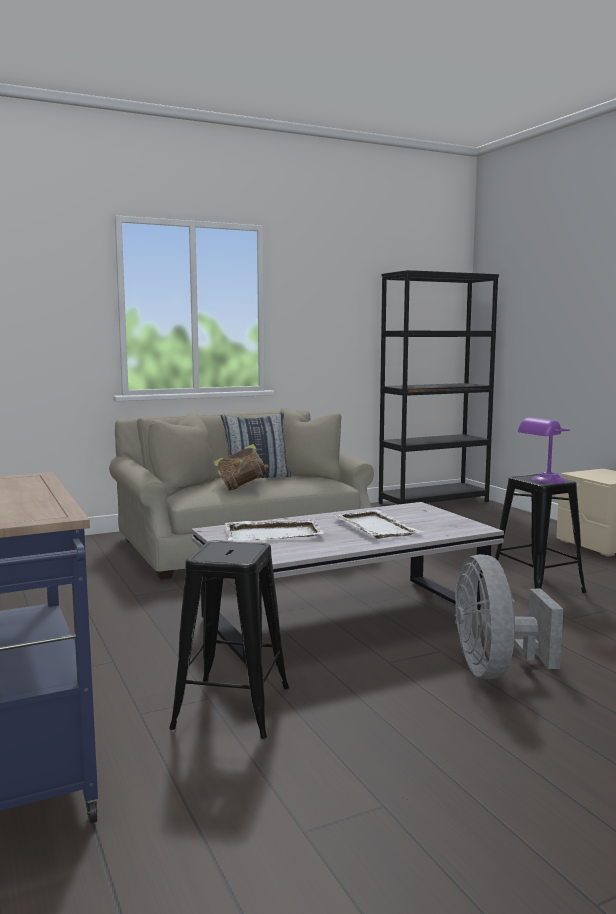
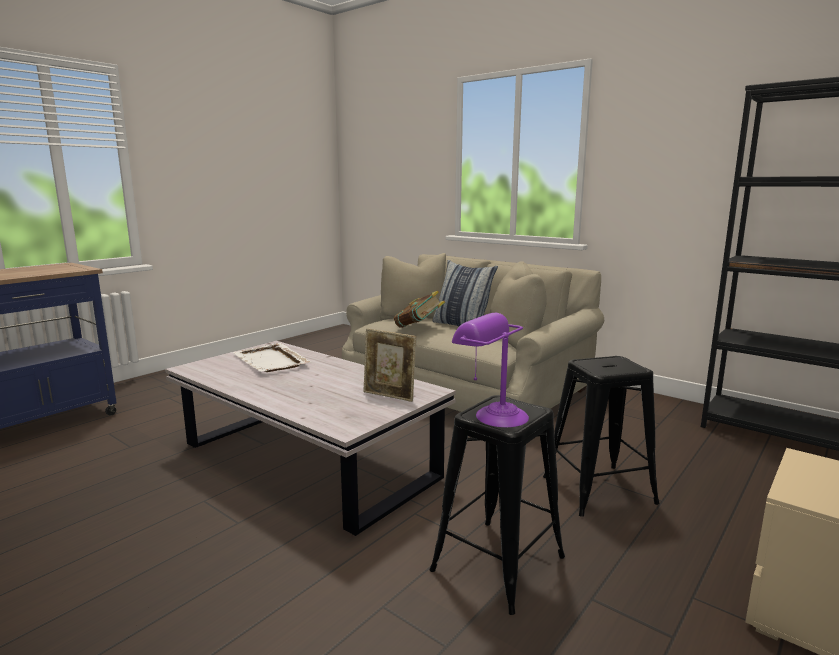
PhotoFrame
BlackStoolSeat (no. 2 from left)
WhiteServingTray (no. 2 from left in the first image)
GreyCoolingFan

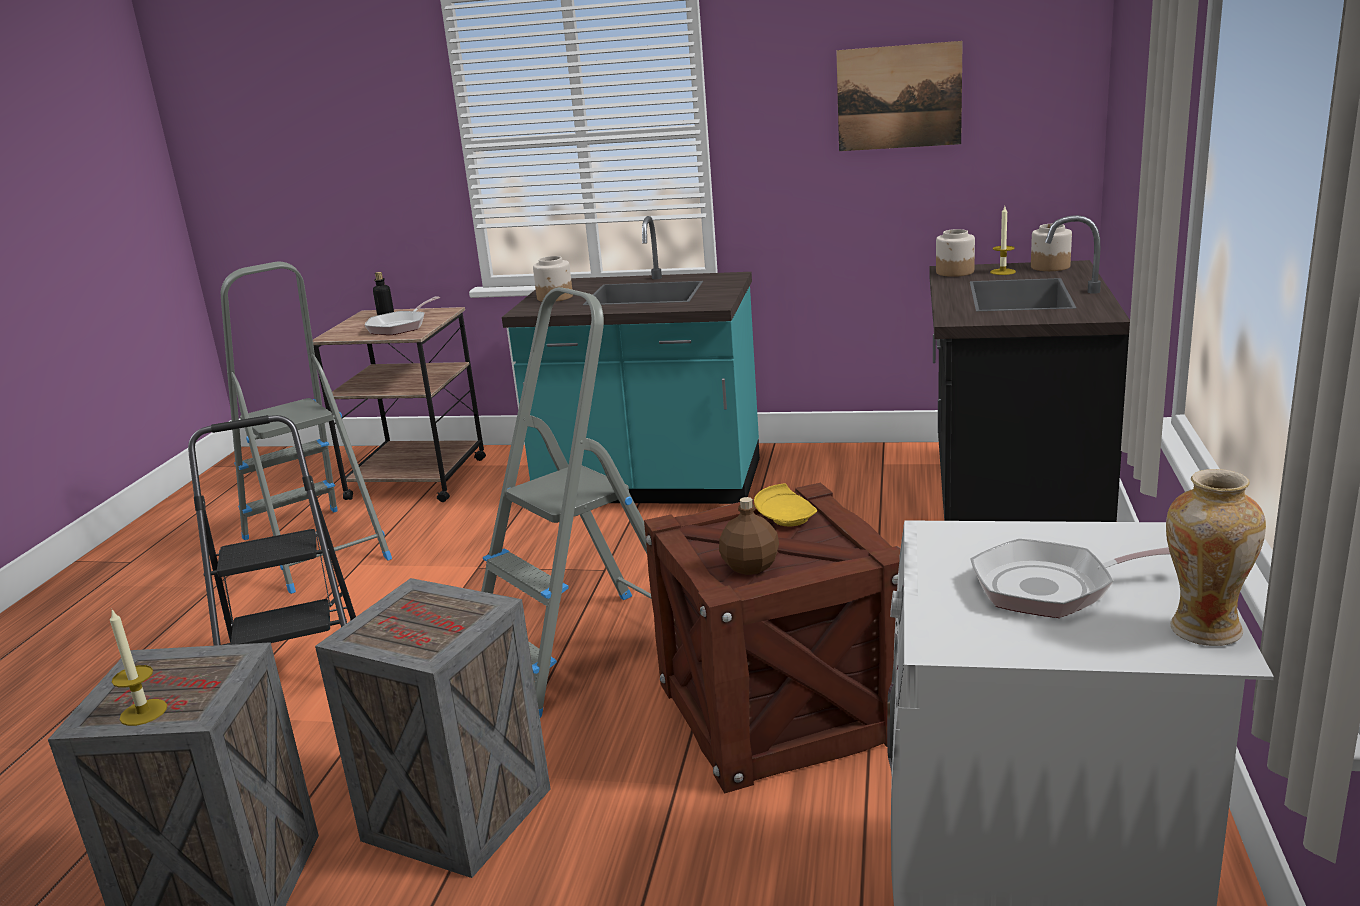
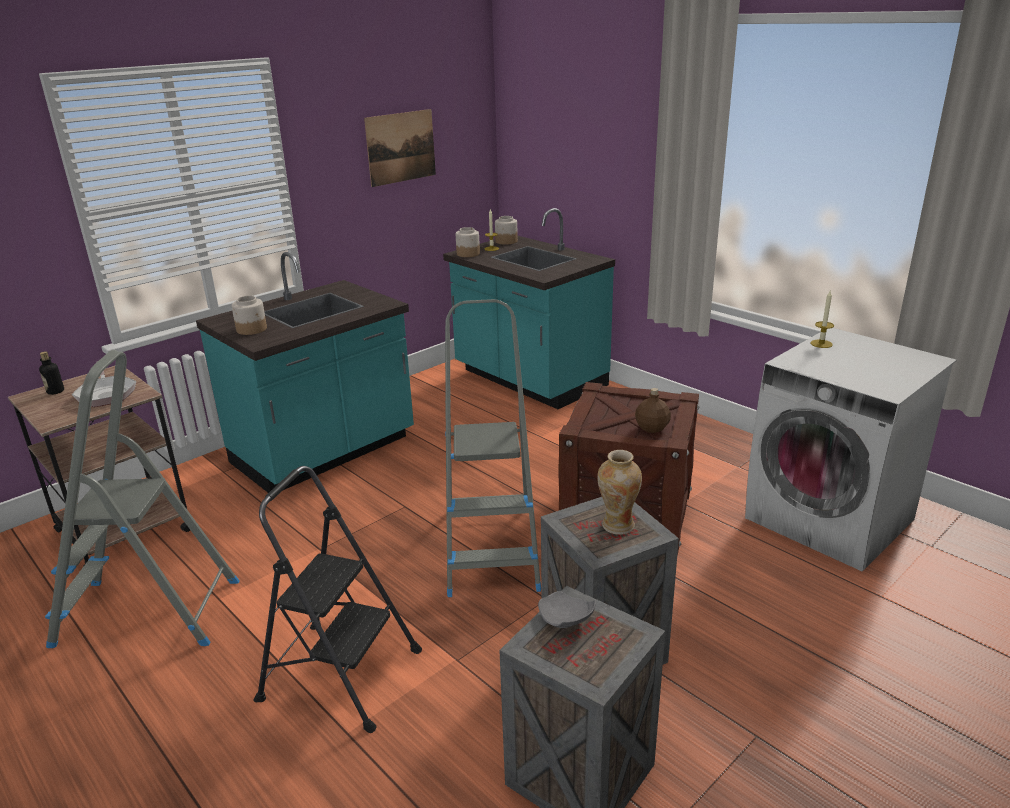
TurquoiseKitchenCounter (no. 2 from left)
GreyDinnerPlate
DecorativeVase
Candle (no. 2 from left)
YellowDinnerPlate
Pan (no. 2 from left in the first image)

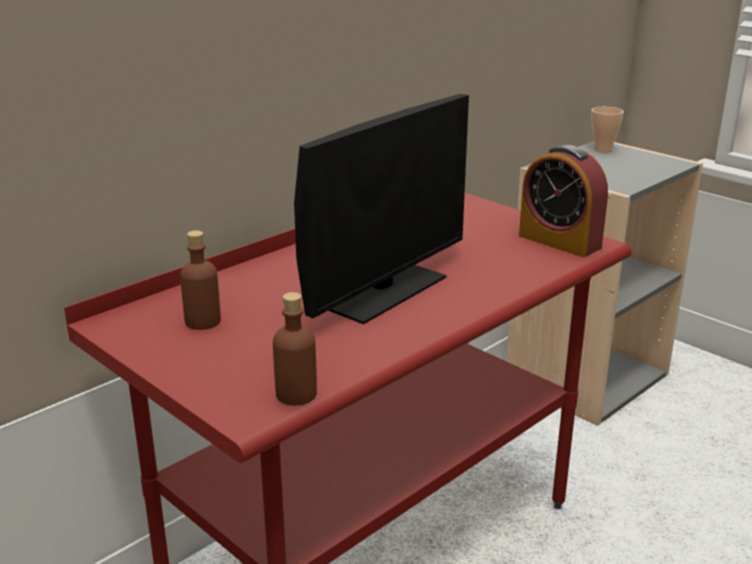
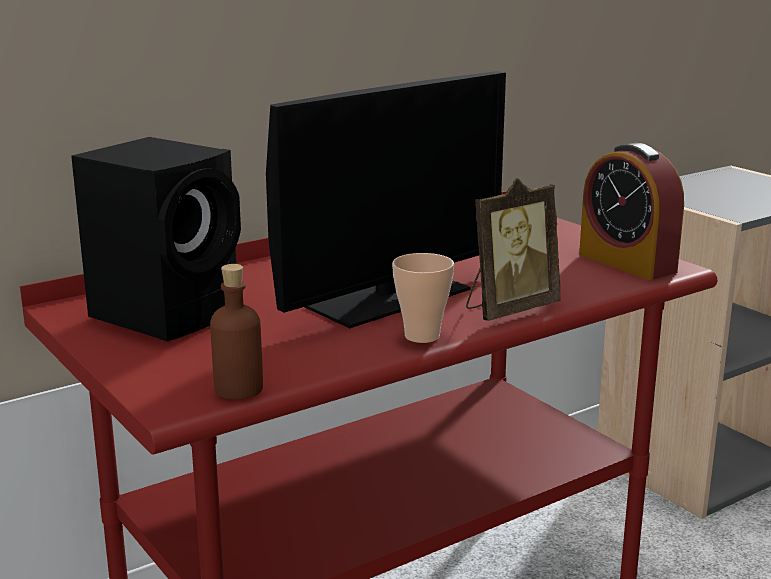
BlackLoudspeaker
SmallCup
PhotoFrame

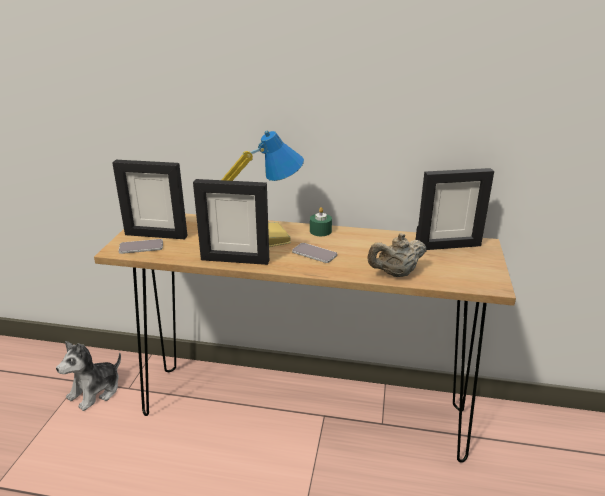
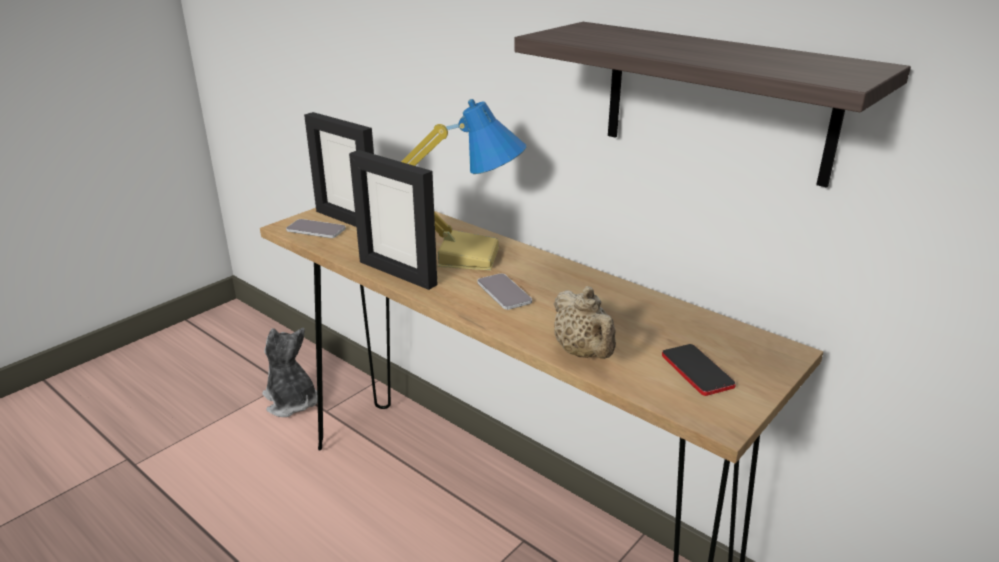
SoftToy
WallShelf
SandColouredTeaPot
Handset (no. 3 from left)
GreenishCandle
PhotoFrame (no. 3 from left in the first image)

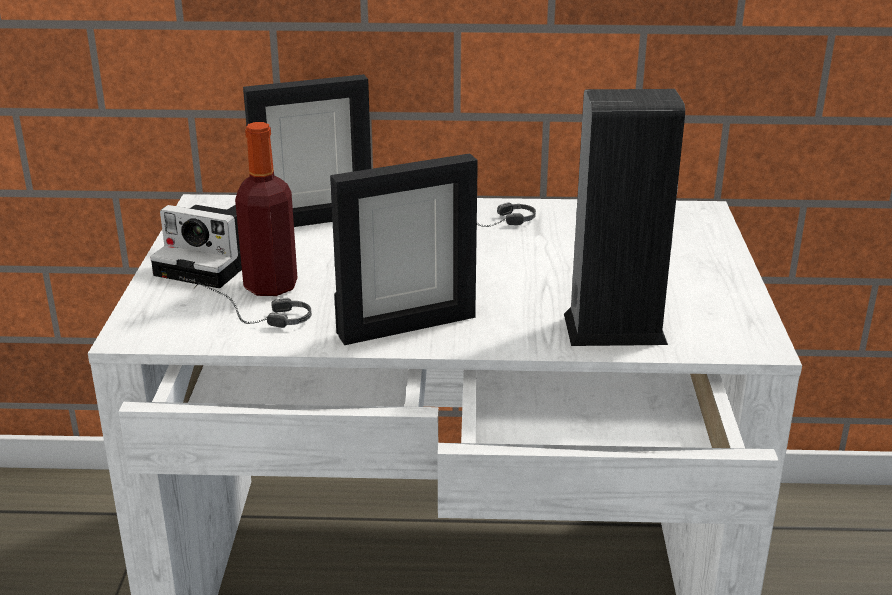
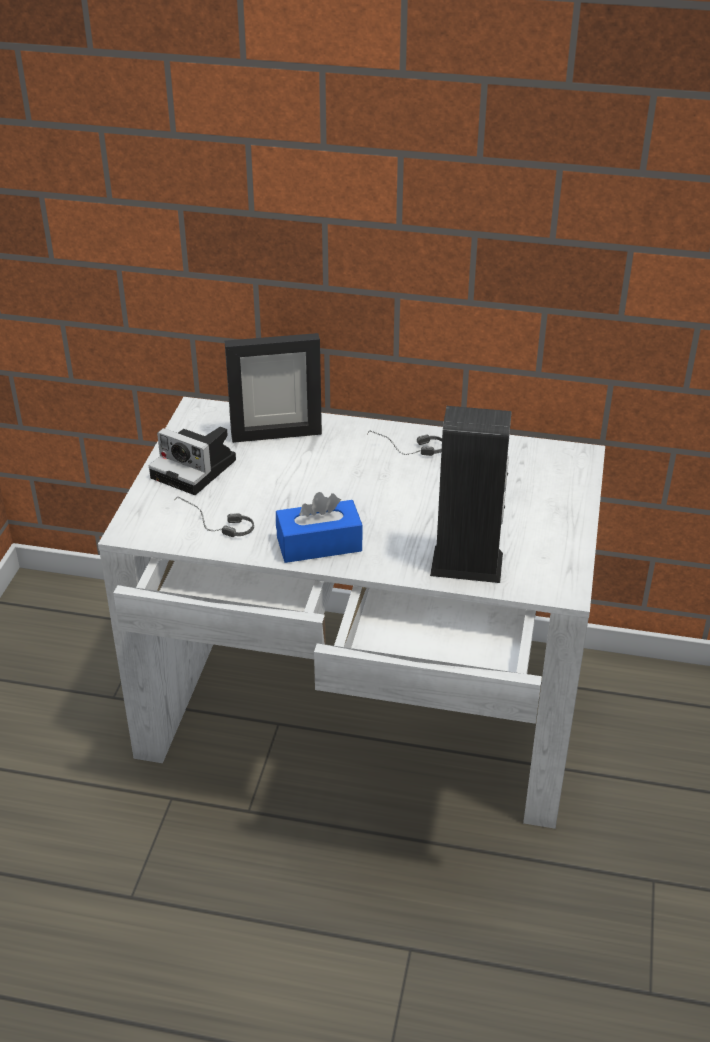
BluishTissueBox
DrinkBottle

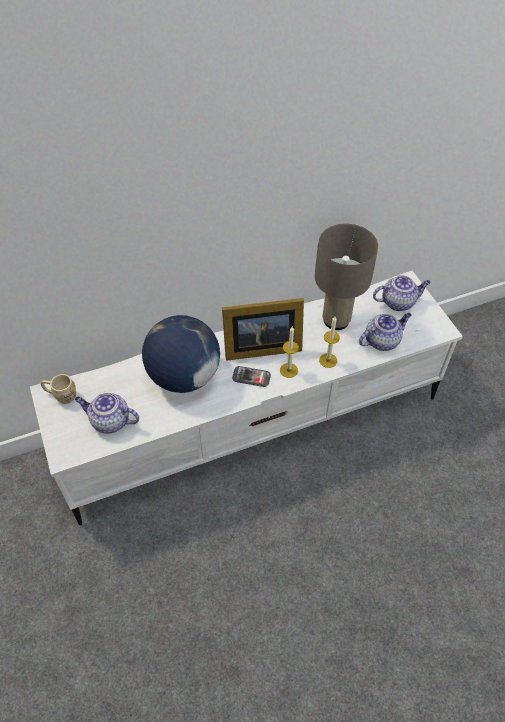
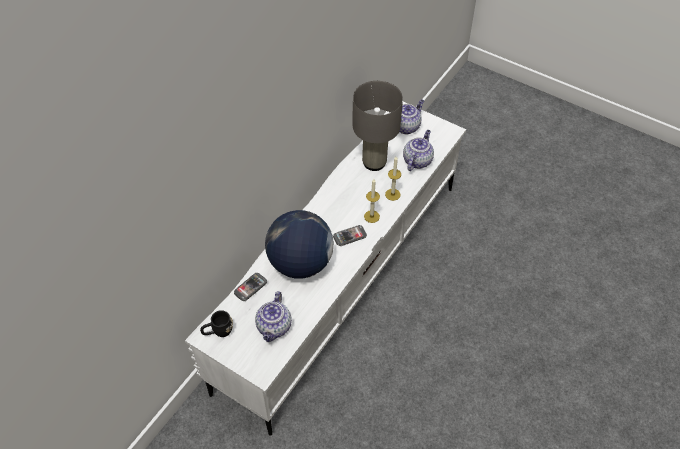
BlackMug
Handset (no. 1 from left)
TeaPot (no. 1 from left)
PhotoFrame

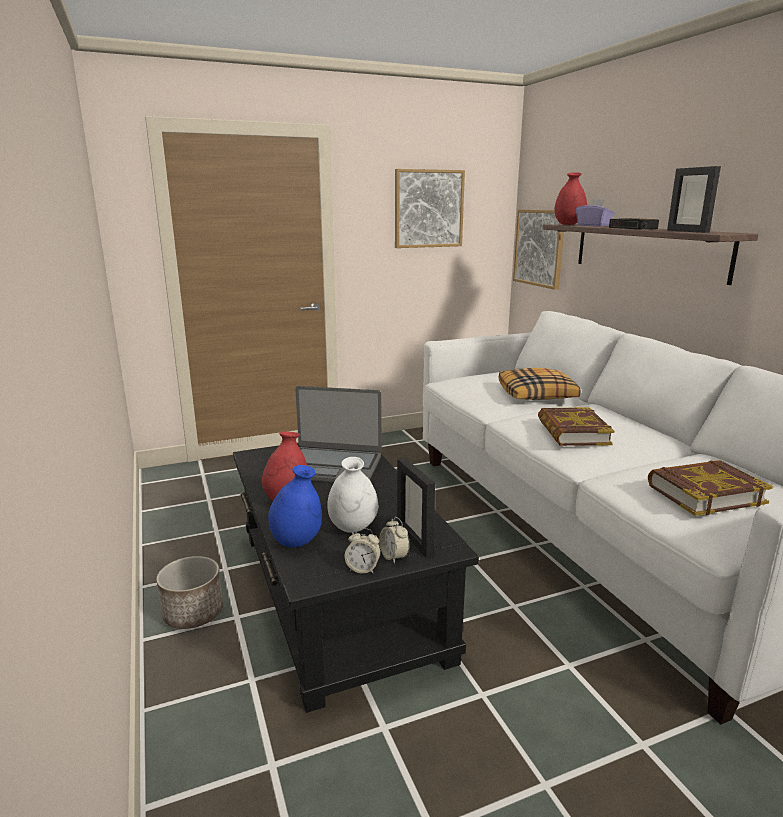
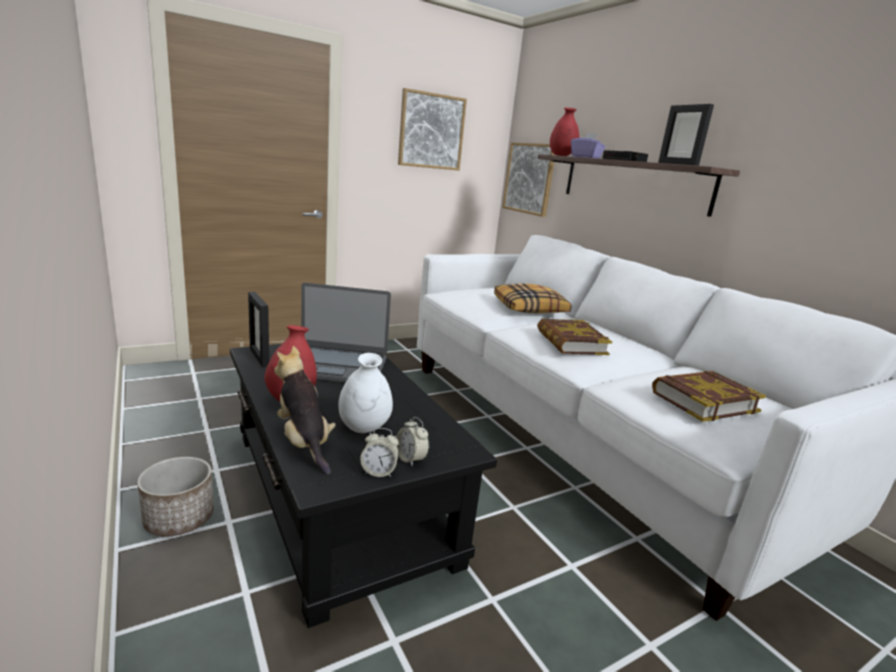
PhotoFrame (no. 1 from left)
SoftToy

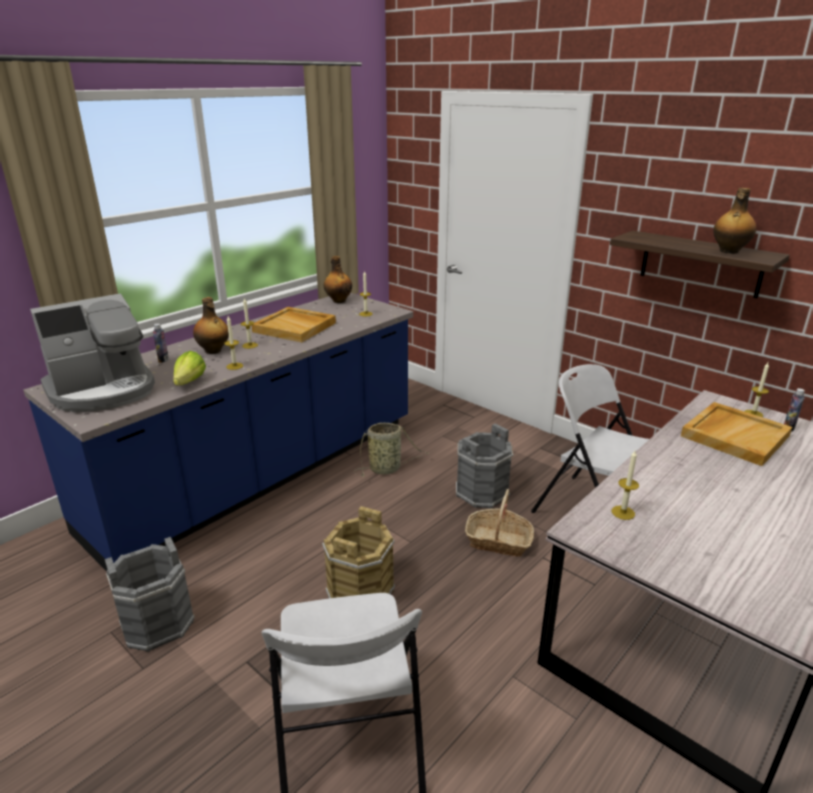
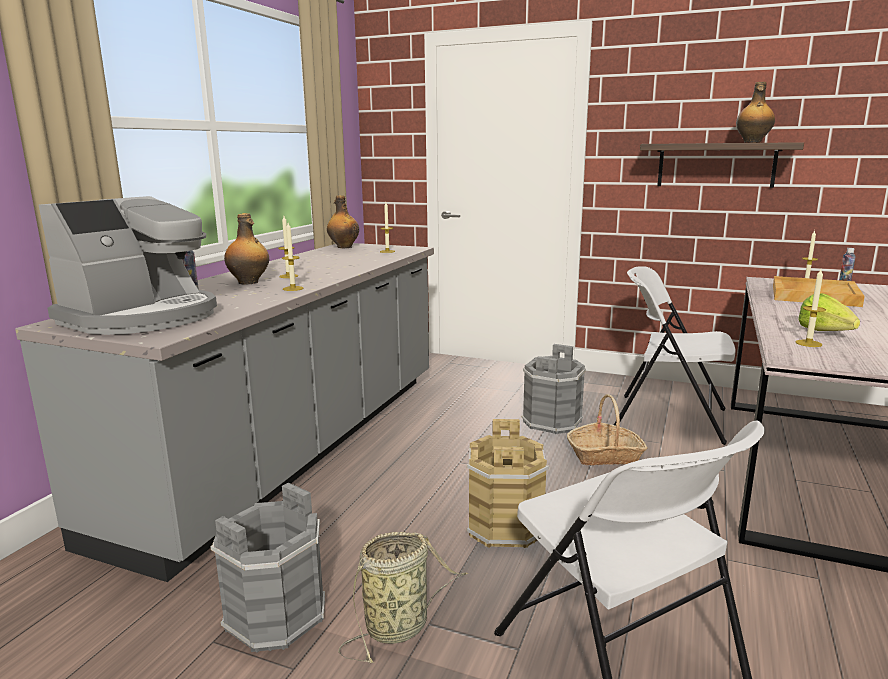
GreyKitchenCounter
StorageBasket (no. 1 from left)
Lettuce
SandColouredServingTray (no. 1 from left in the first image)

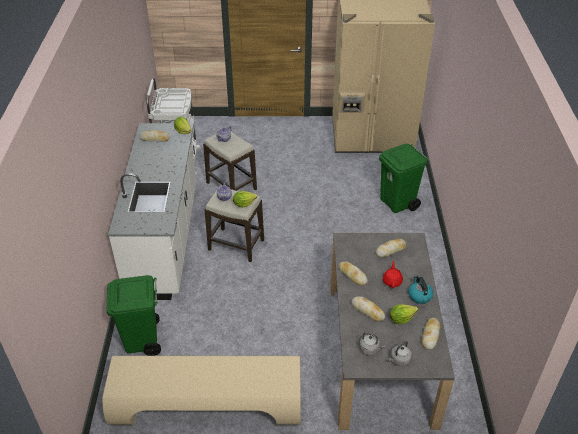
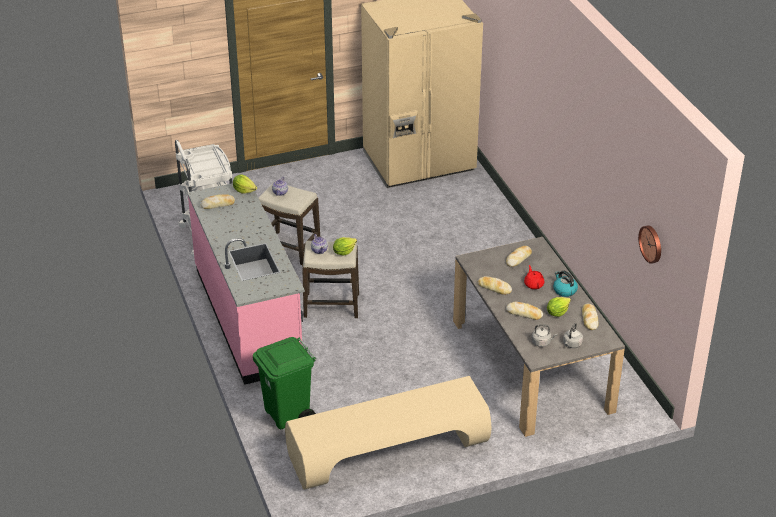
PinkishKitchenCounter
ClockOnTheWall
GreenishRubbishBin (no. 2 from left in the first image)

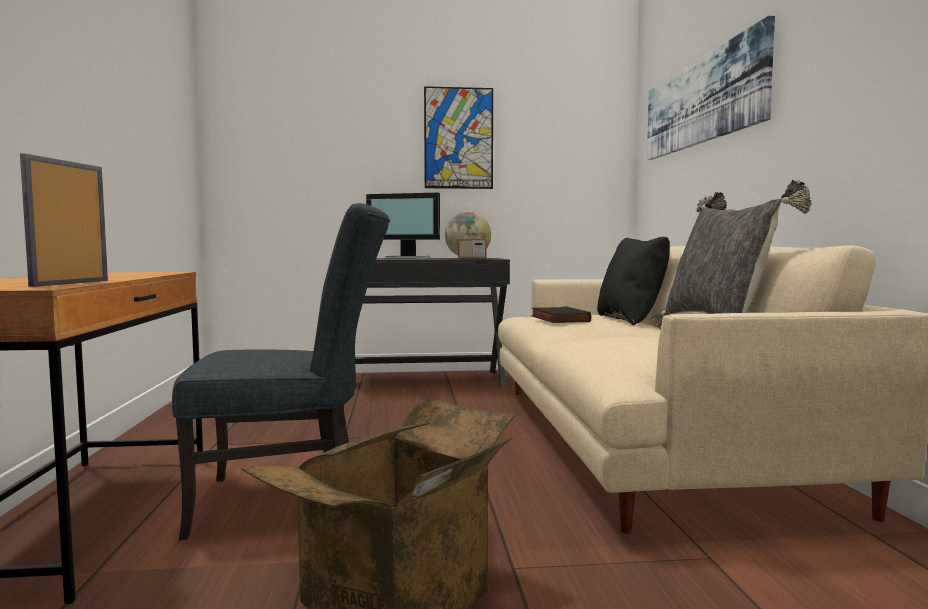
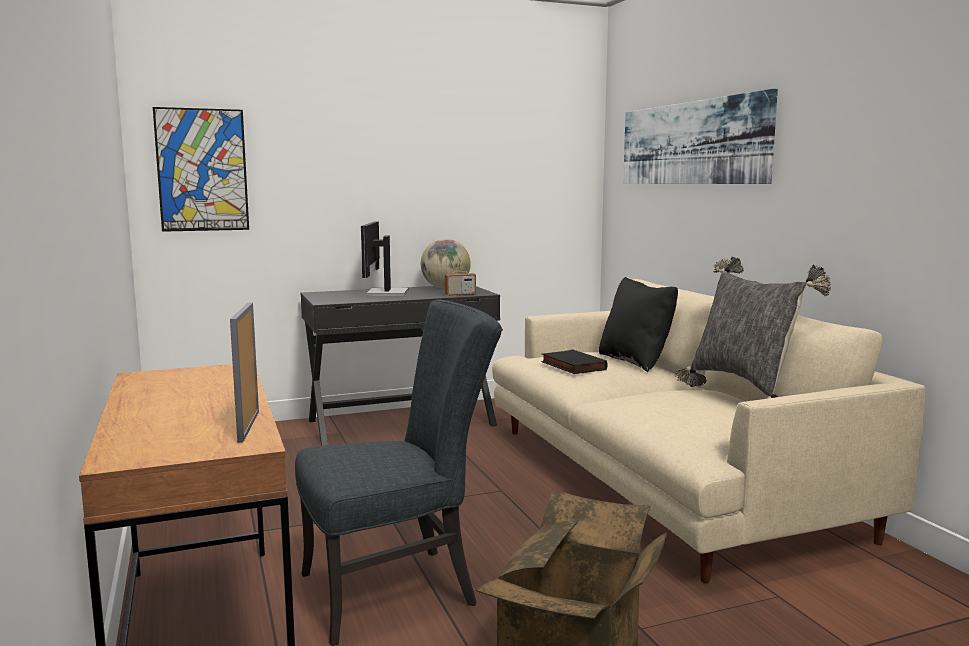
WallPicture (no. 1 from left)
Monitor

